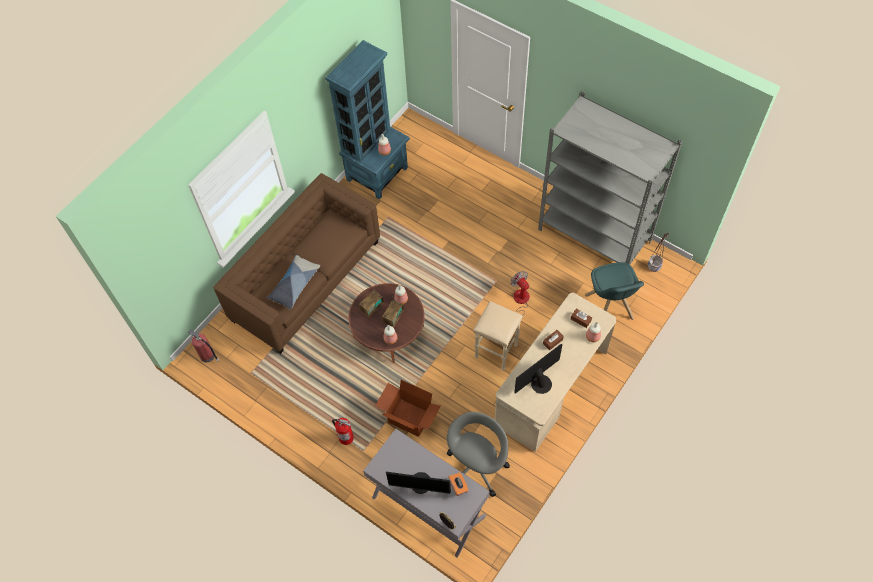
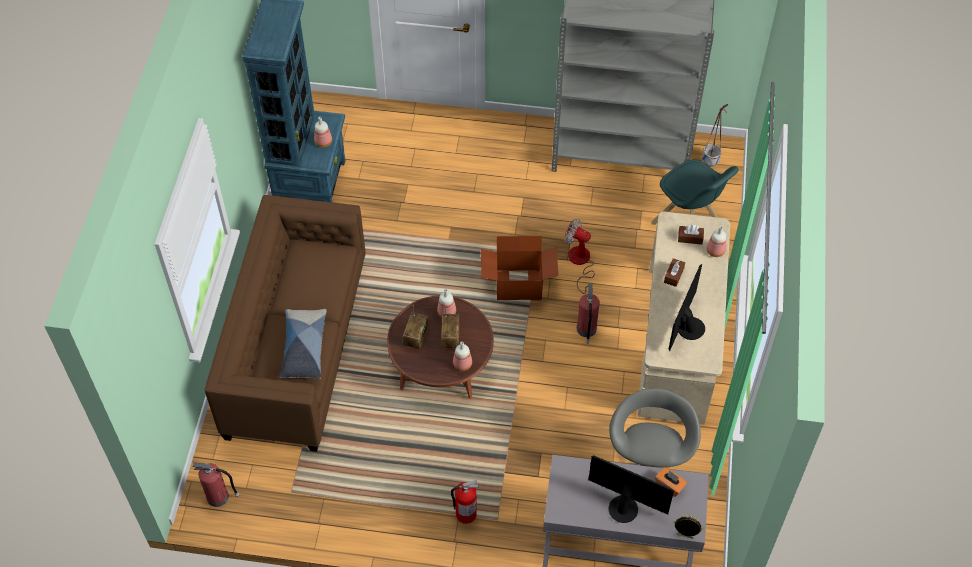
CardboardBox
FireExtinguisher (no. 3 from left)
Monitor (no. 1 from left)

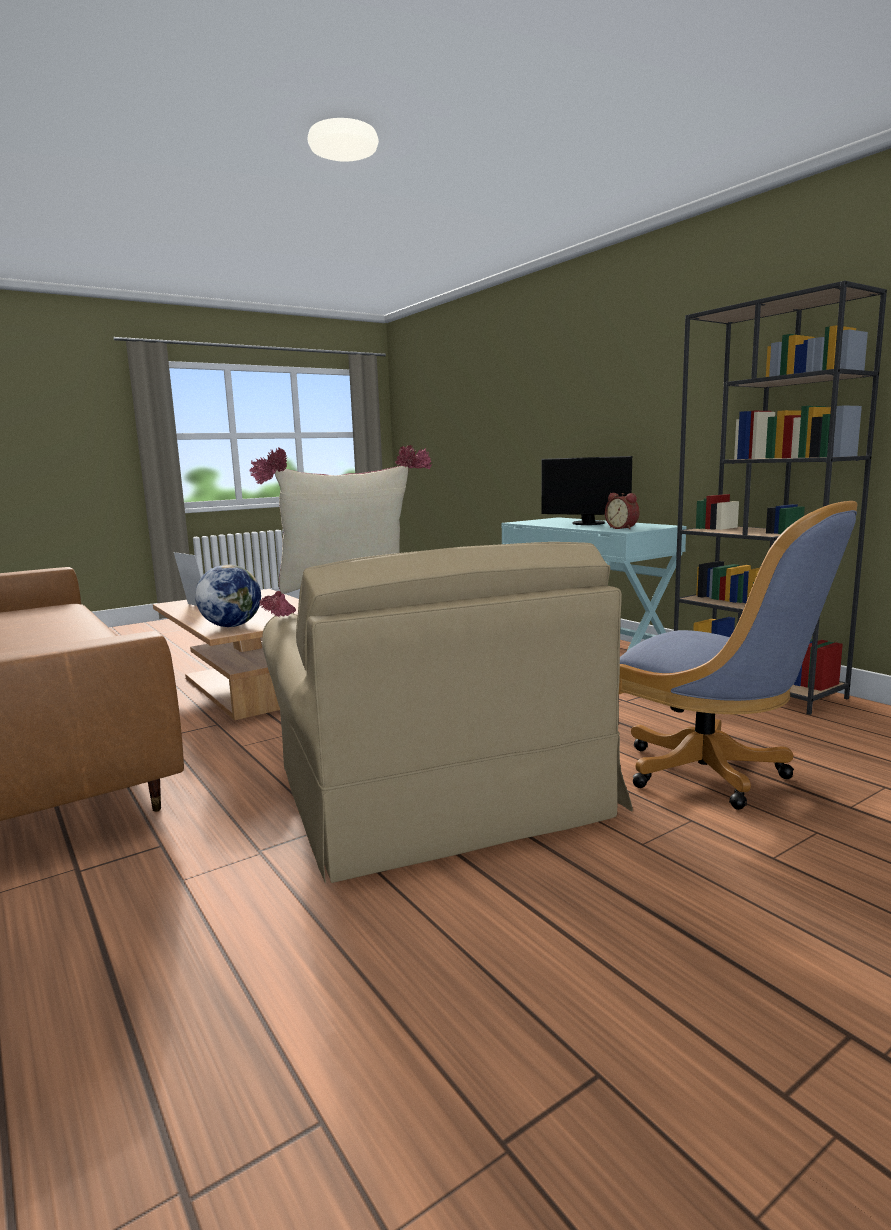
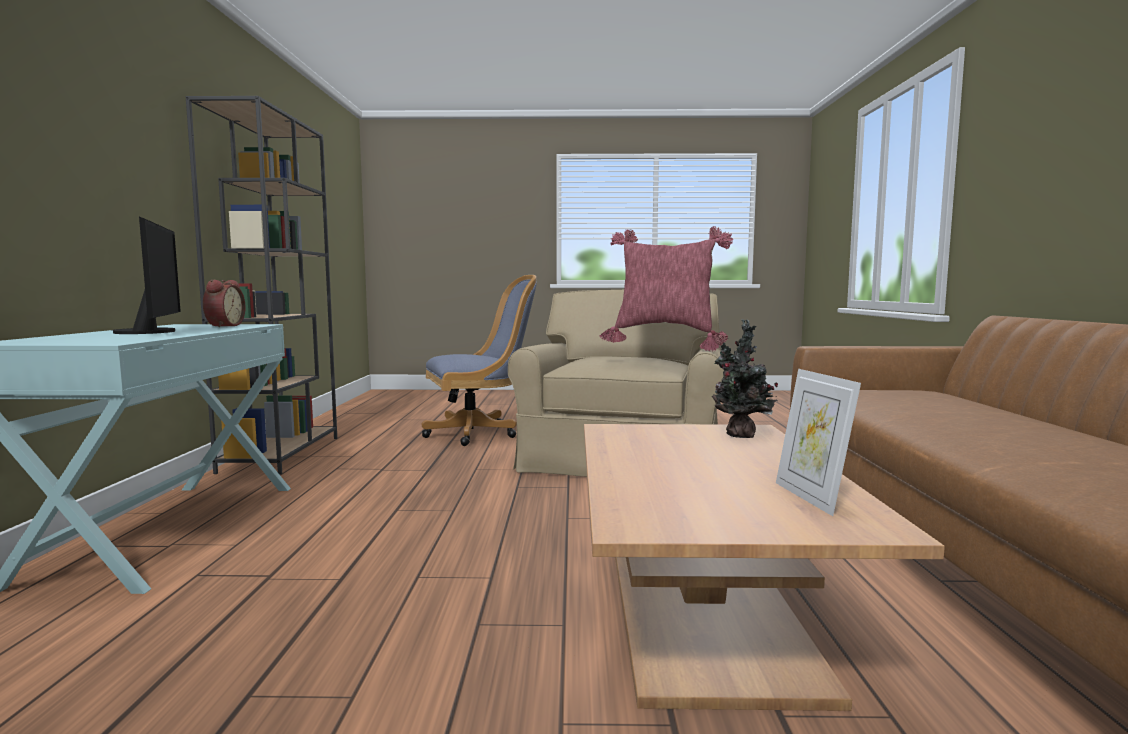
BluishComputerChair
PlantInAPot

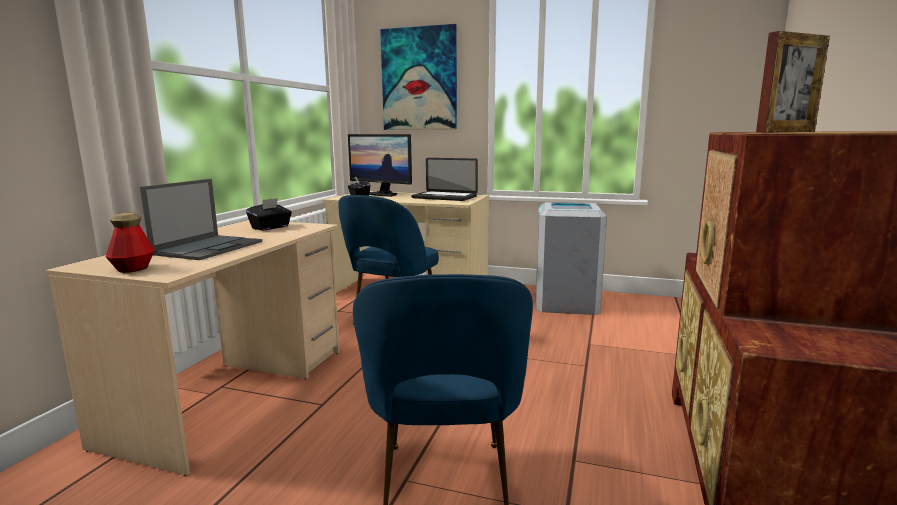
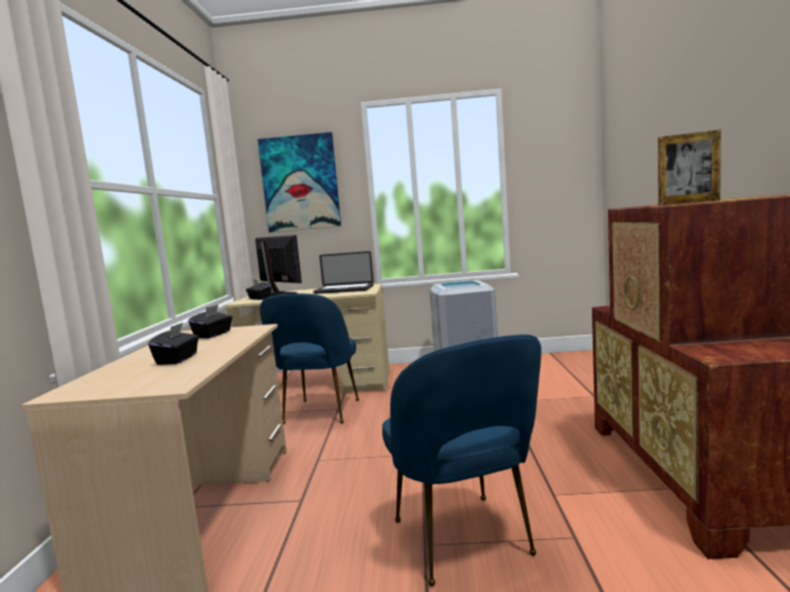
BlackTissueBox (no. 1 from left)
Monitor
PhotoFrame
DrinkBottle

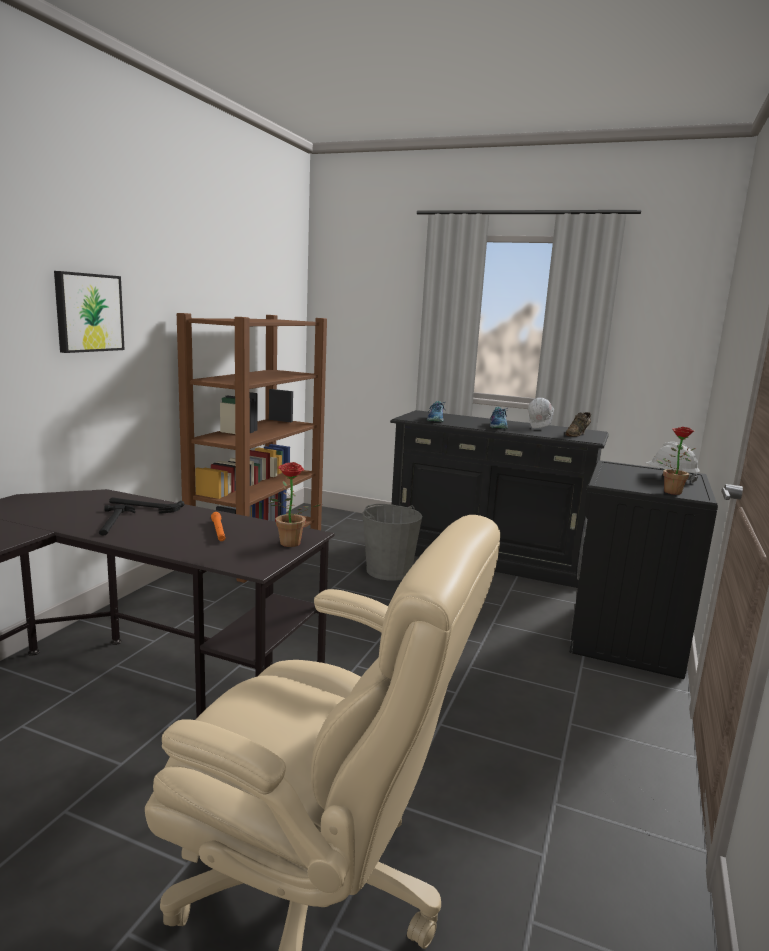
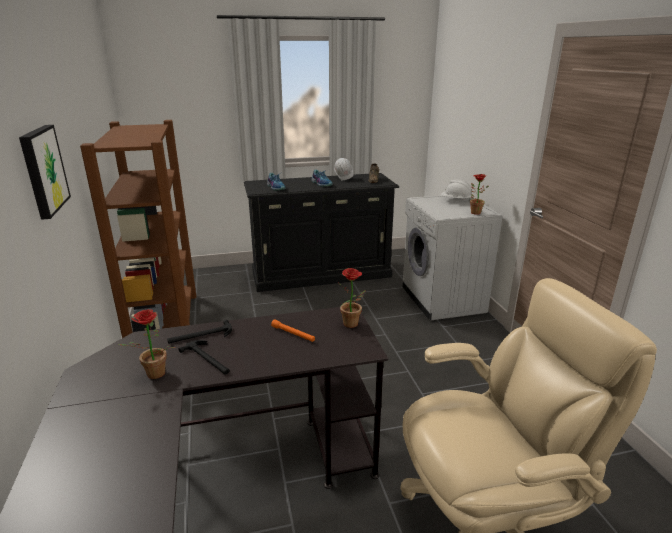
PlantInAPot (no. 1 from left)
WhiteLaundryAppliance
GreyBucket

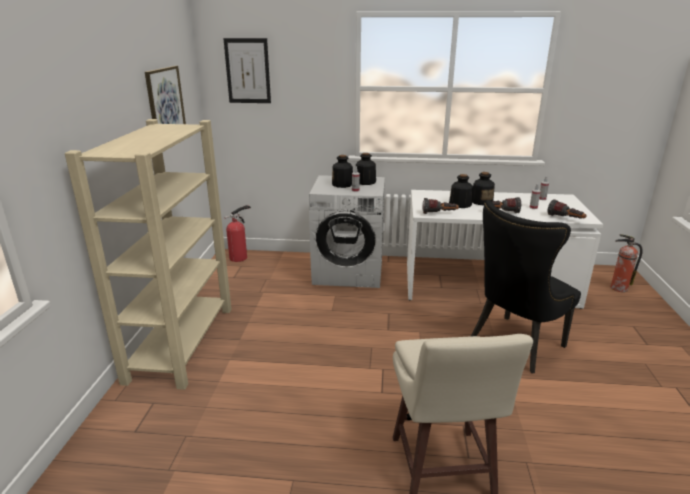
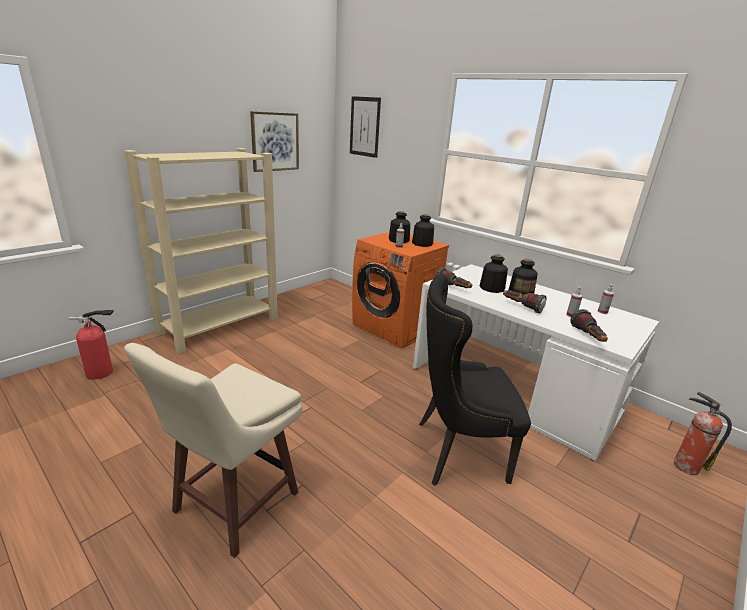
FireExtinguisher (no. 1 from left)
OrangeyLaundryAppliance

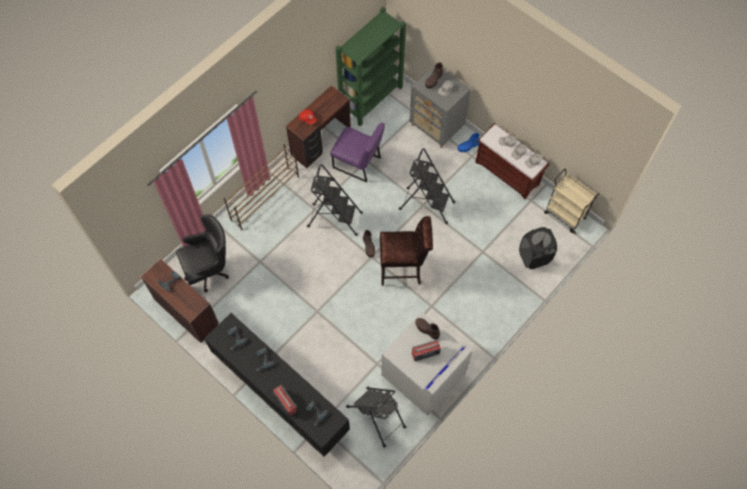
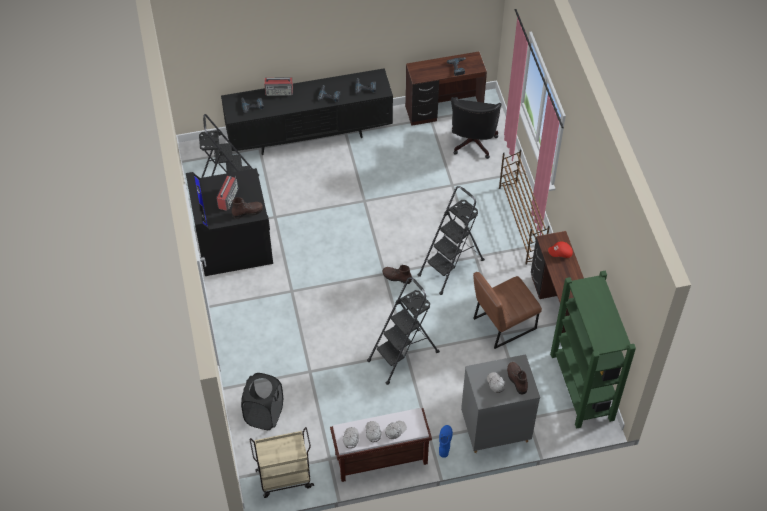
BlackLaundryAppliance
BrownColouredUprightChair
BrownColouredStoolSeat

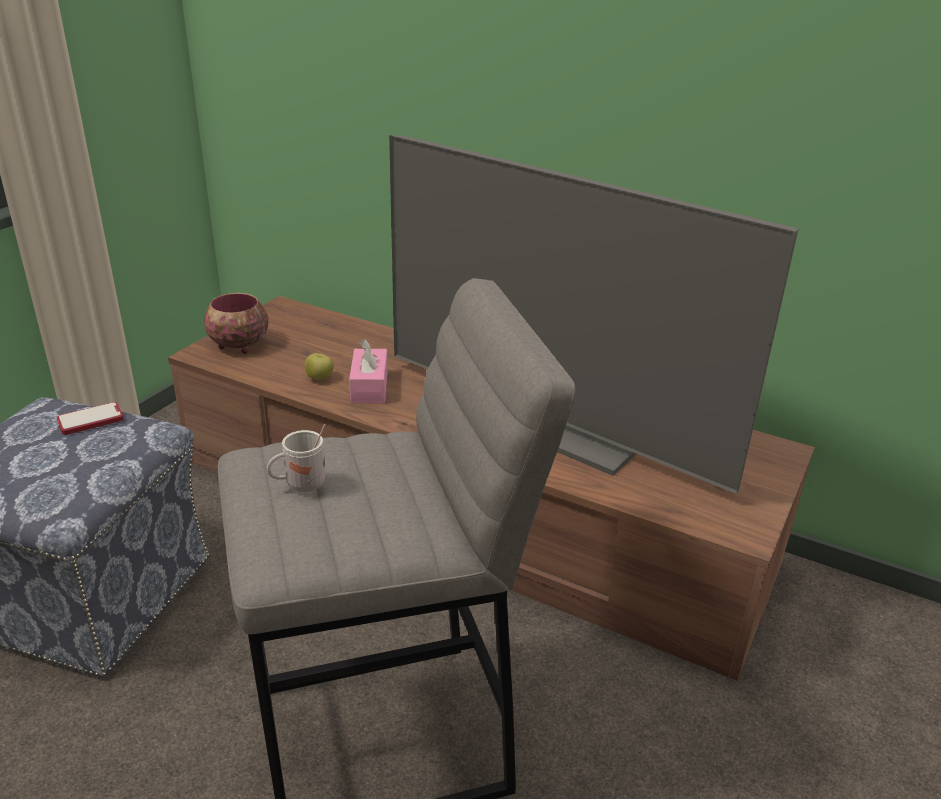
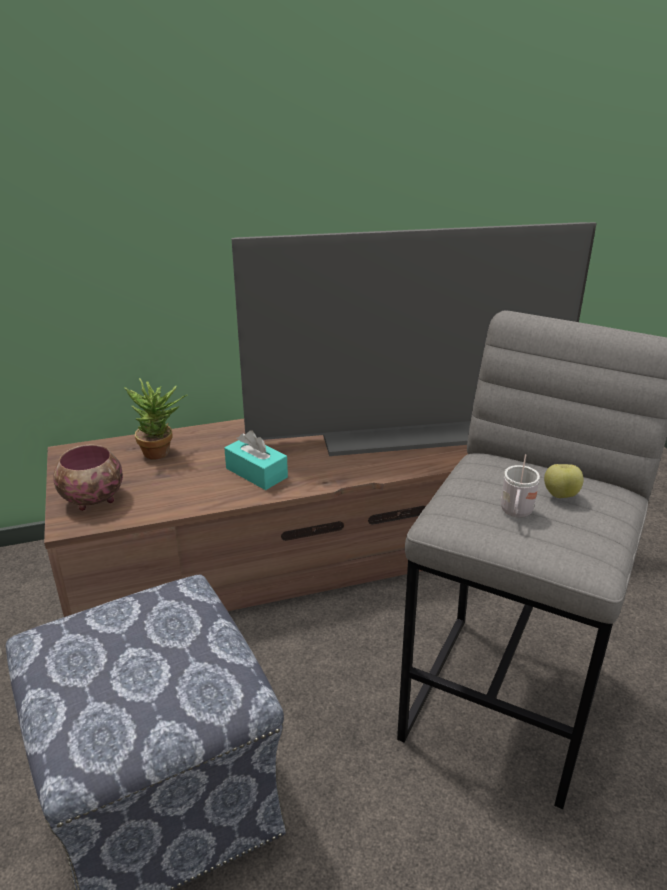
PlantInAPot
TurquoiseTissueBox
Apple
Handset

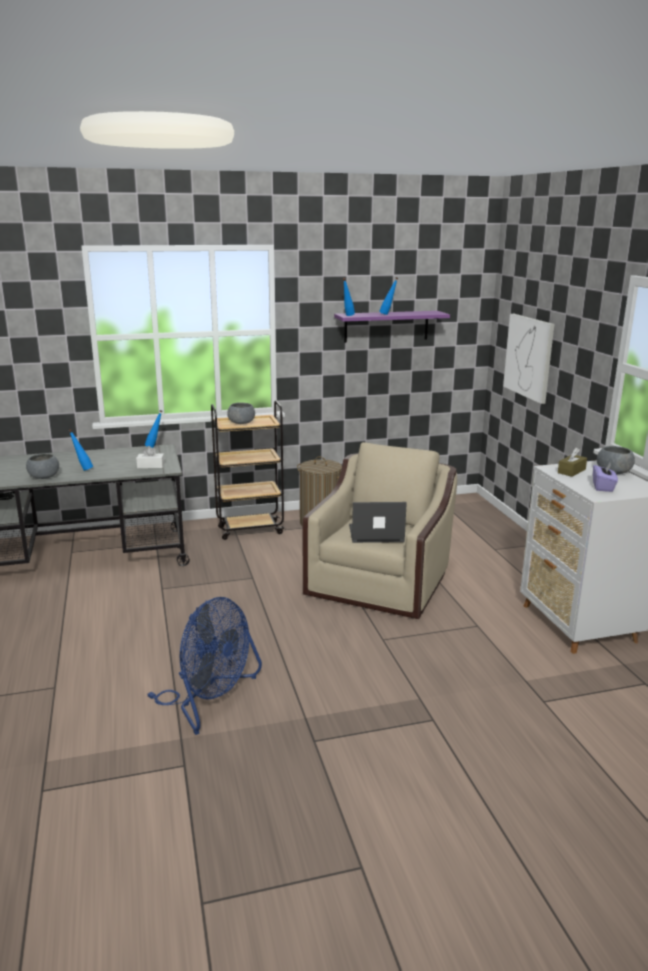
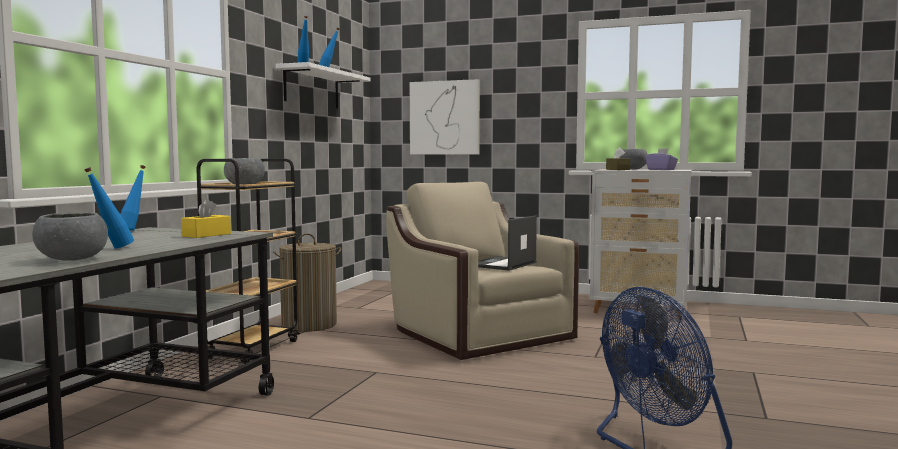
YellowTissueBox
WhiteWallShelf

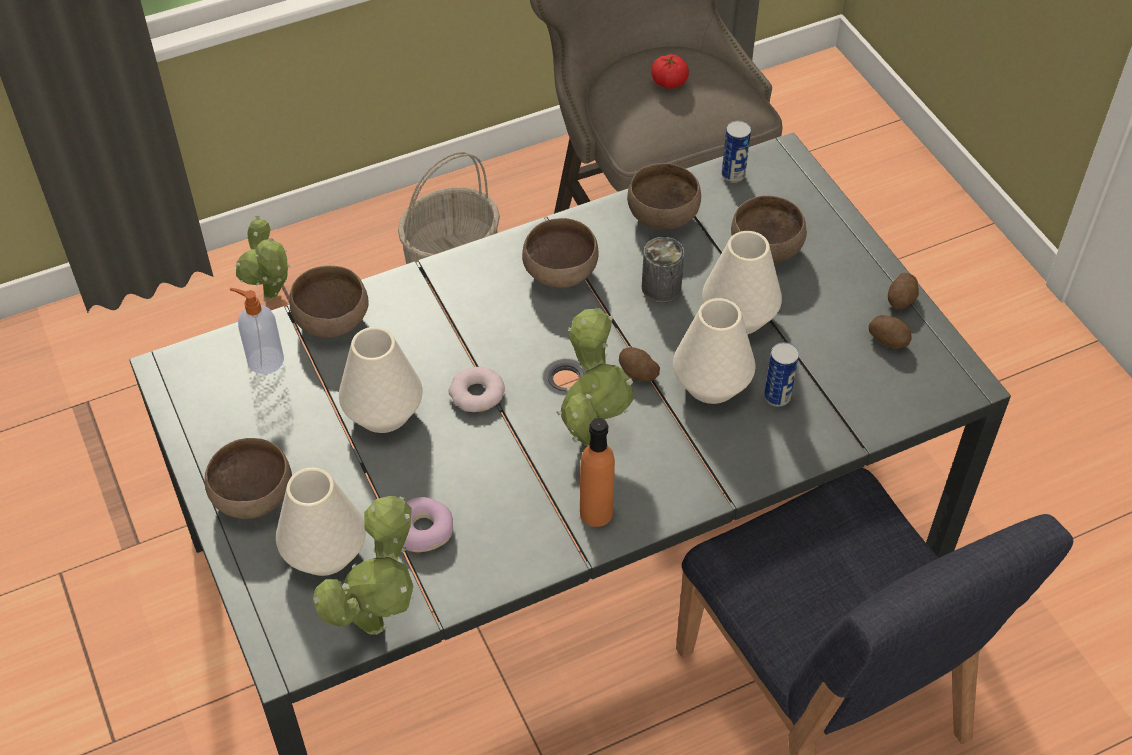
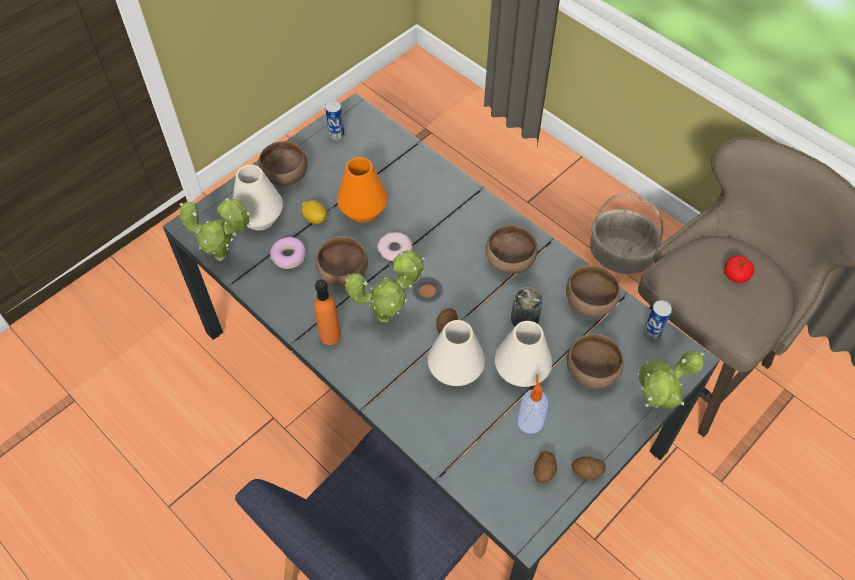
CitrusFruit
BrownColouredBowl (no. 2 from left)
MetalCan (no. 1 from left)
OrangeyDecorativeVase
SoapDispenser
PlantInAPot (no. 3 from left)

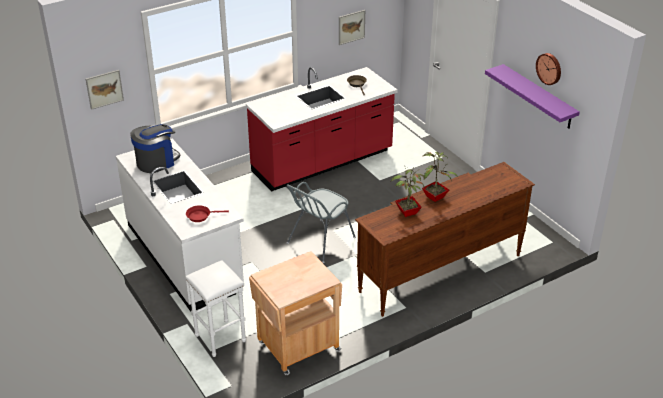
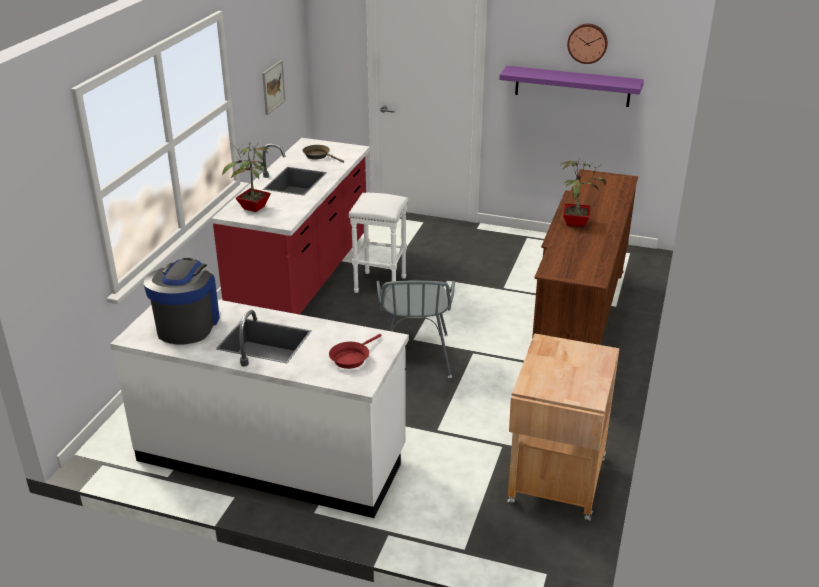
PlantInAPot (no. 1 from left)
WhiteStoolSeat
WallPicture (no. 1 from left in the first image)

